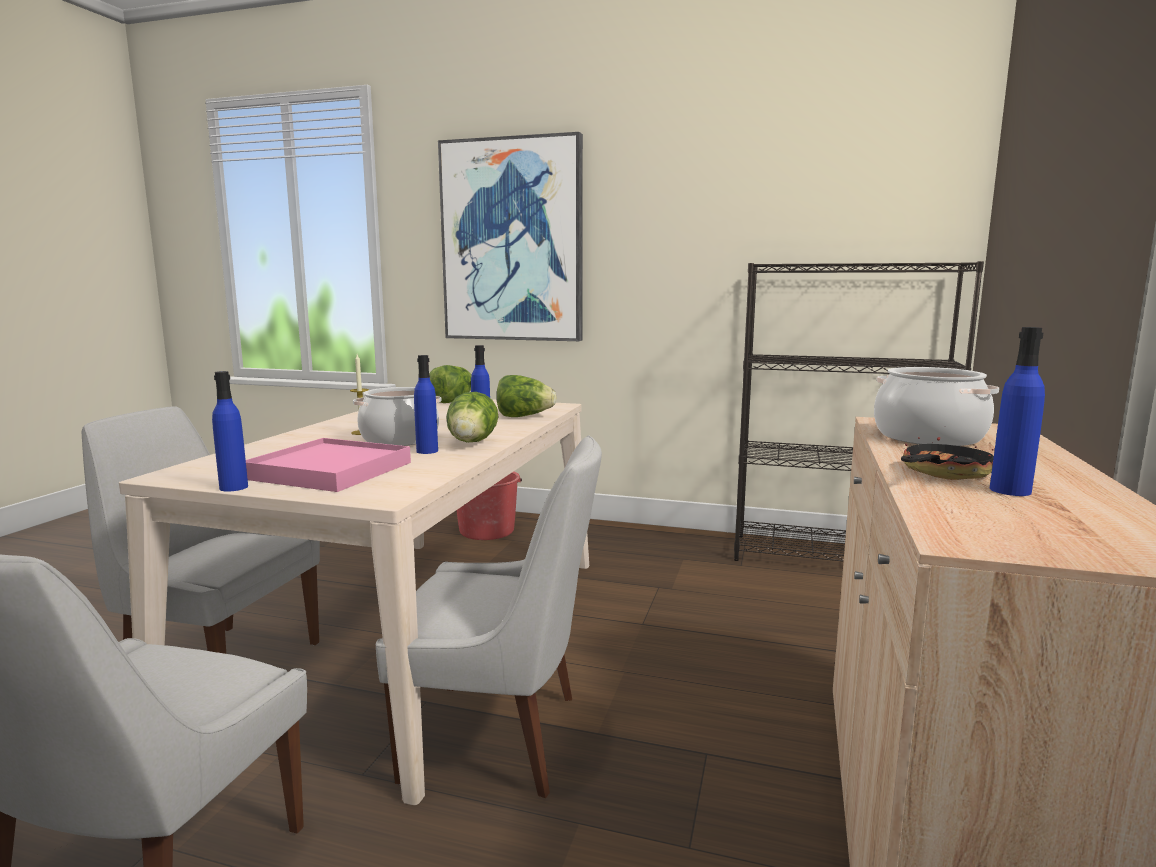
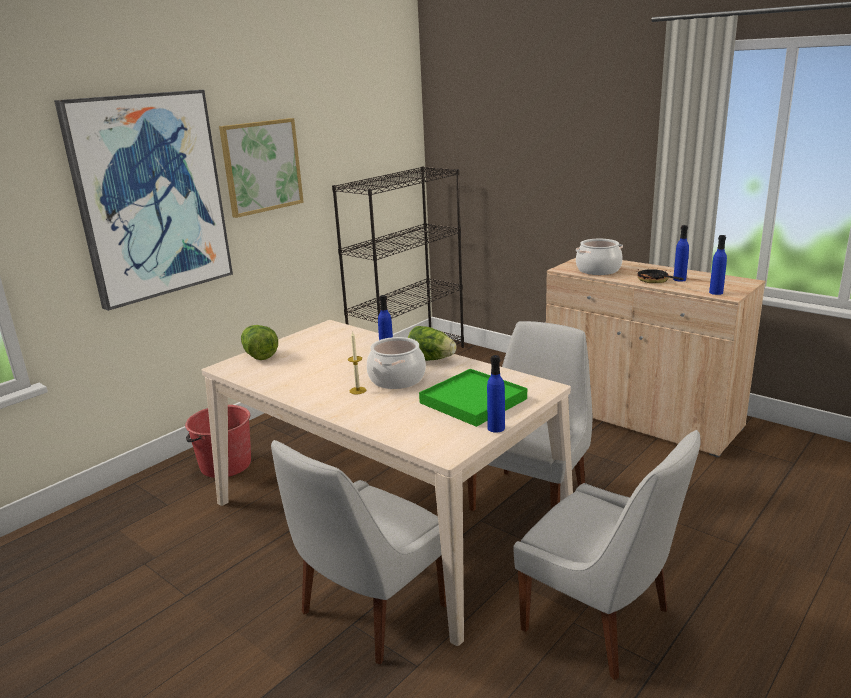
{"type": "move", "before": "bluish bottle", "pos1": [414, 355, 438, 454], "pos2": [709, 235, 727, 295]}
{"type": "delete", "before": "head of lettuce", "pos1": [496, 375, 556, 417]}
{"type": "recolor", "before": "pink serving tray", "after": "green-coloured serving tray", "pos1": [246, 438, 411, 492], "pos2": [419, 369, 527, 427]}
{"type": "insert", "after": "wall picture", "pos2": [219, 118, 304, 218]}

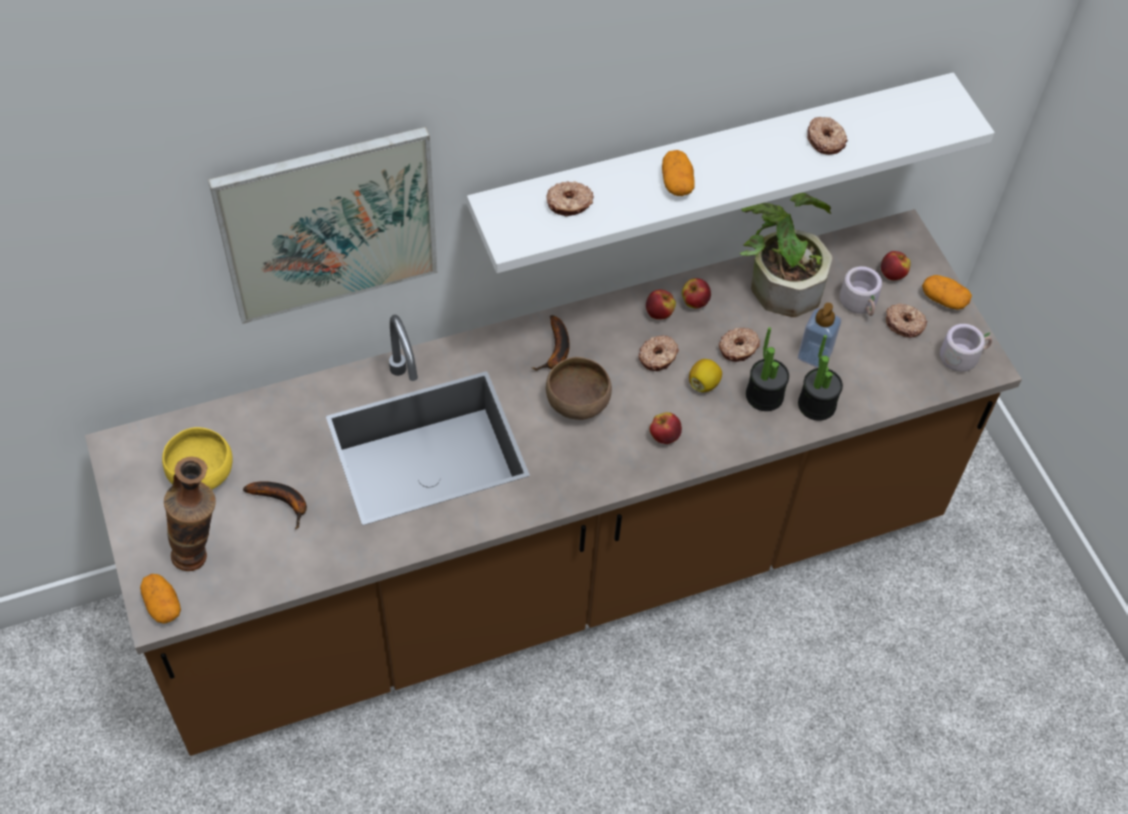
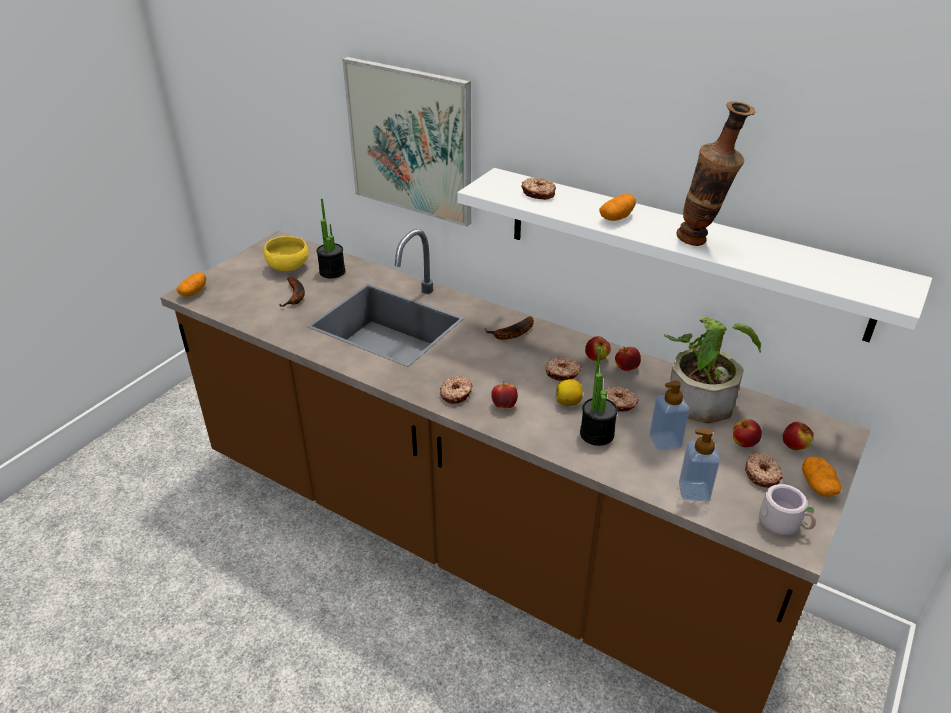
{"type": "move", "before": "donut", "pos1": [807, 117, 848, 155], "pos2": [440, 376, 473, 404]}
{"type": "replace", "before": "grey mug", "after": "whole apple", "pos1": [840, 266, 882, 316], "pos2": [733, 419, 762, 447]}
{"type": "move", "before": "potted plant", "pos1": [798, 335, 843, 421], "pos2": [316, 198, 345, 278]}
{"type": "delete", "before": "brownish deep dish", "pos1": [546, 357, 612, 420]}
{"type": "move", "before": "decorative vase", "pos1": [164, 457, 216, 571], "pos2": [676, 101, 756, 246]}
{"type": "insert", "after": "soap bottle", "pos2": [679, 428, 720, 501]}

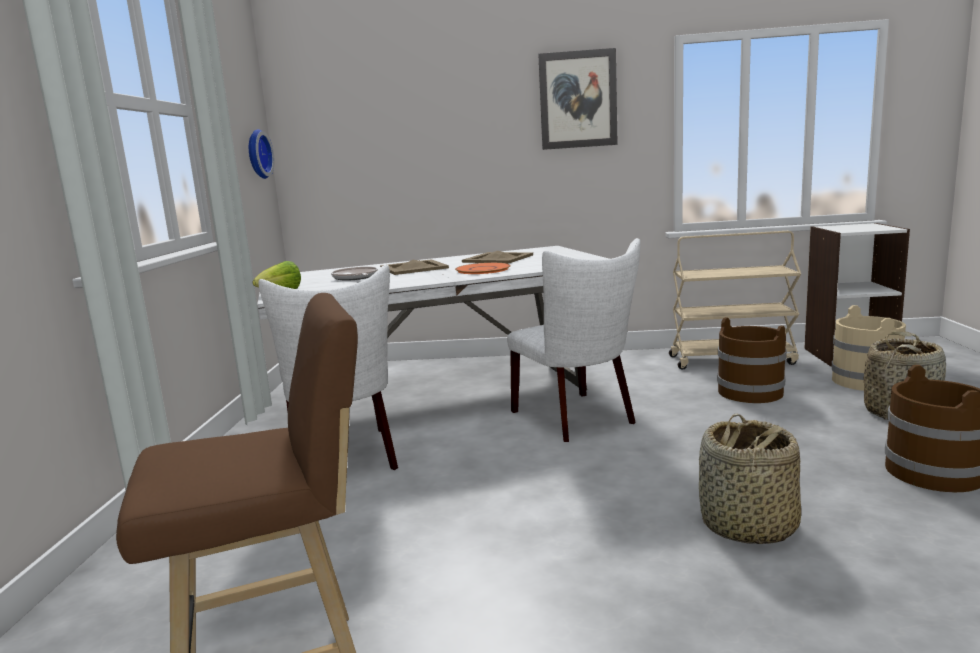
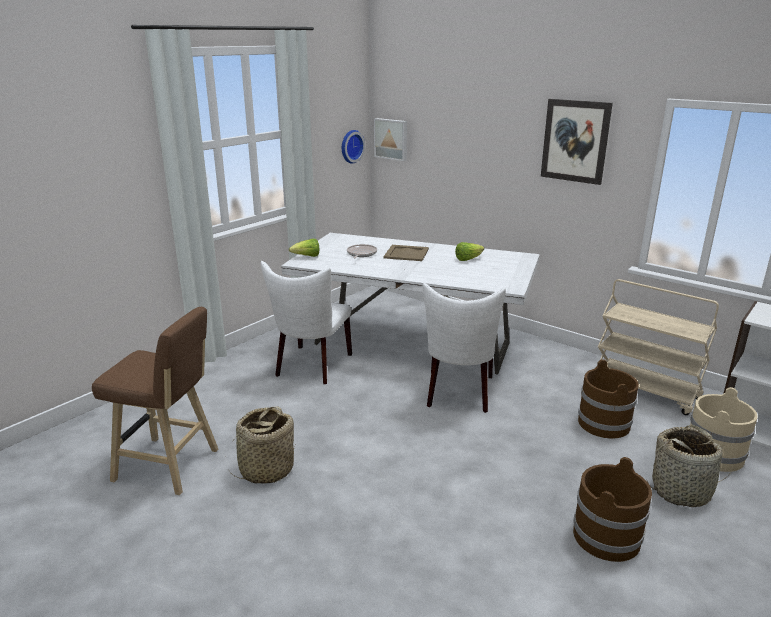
{"type": "replace", "before": "beige serving tray", "after": "head of lettuce", "pos1": [462, 251, 533, 263], "pos2": [455, 242, 484, 261]}
{"type": "delete", "before": "orangey plate", "pos1": [455, 263, 511, 274]}
{"type": "move", "before": "basket", "pos1": [699, 413, 801, 544], "pos2": [228, 406, 295, 484]}
{"type": "insert", "after": "wall picture", "pos2": [374, 118, 407, 161]}

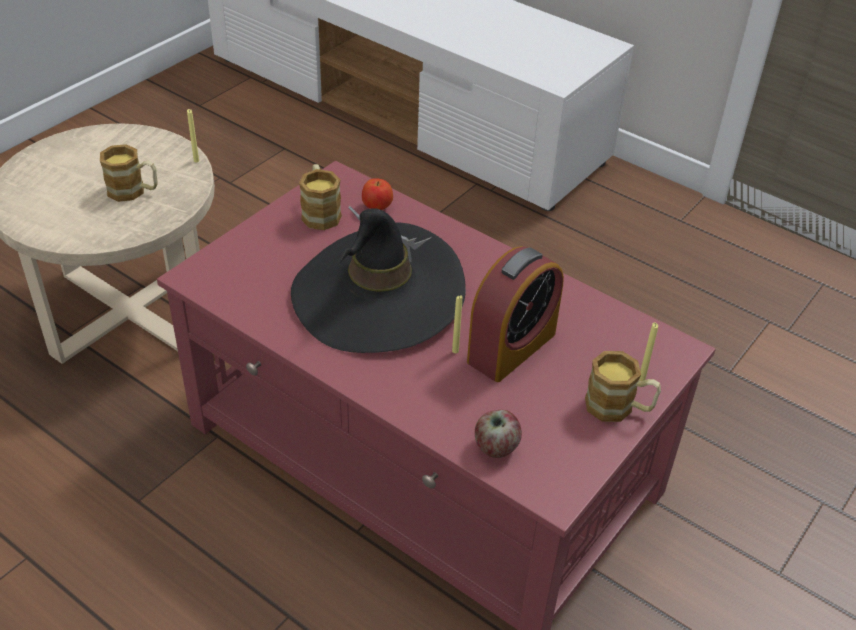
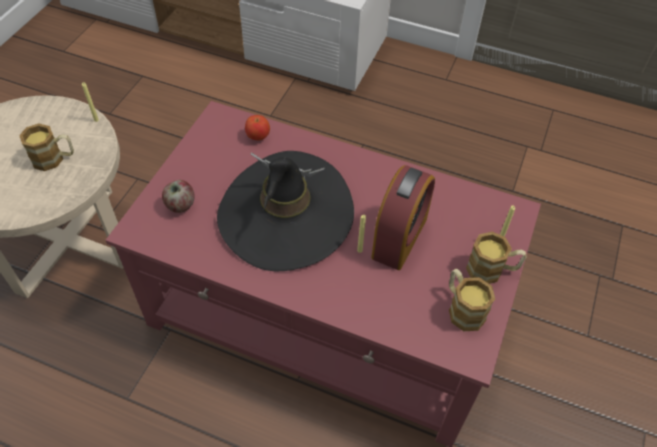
{"type": "move", "before": "mug", "pos1": [299, 164, 342, 230], "pos2": [449, 269, 495, 331]}
{"type": "move", "before": "whole apple", "pos1": [475, 410, 522, 458], "pos2": [162, 180, 195, 213]}

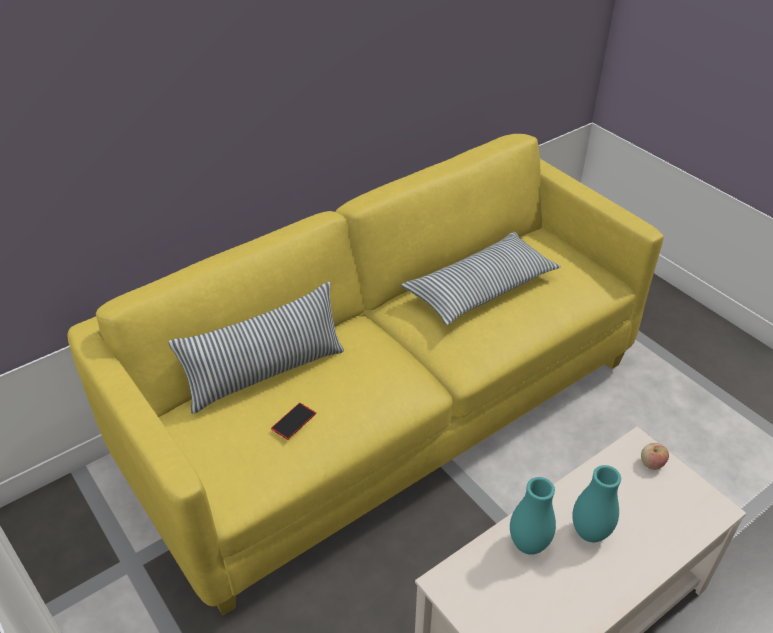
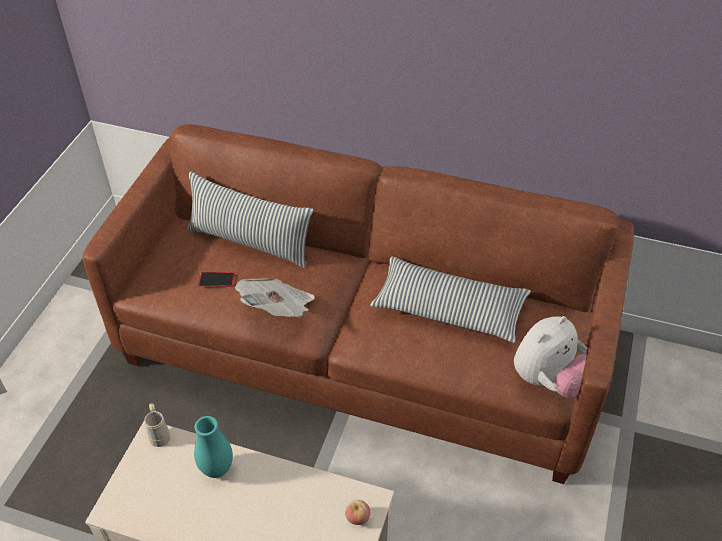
{"type": "recolor", "before": "yellow sofa", "after": "brownish sofa", "pos1": [67, 134, 664, 615], "pos2": [83, 124, 634, 484]}
{"type": "delete", "before": "blue-green decorative vase", "pos1": [572, 465, 621, 542]}
{"type": "insert", "after": "newspaper", "pos2": [235, 278, 315, 317]}
{"type": "insert", "after": "soft toy", "pos2": [514, 316, 588, 398]}
{"type": "insert", "after": "beige mug", "pos2": [144, 403, 170, 447]}

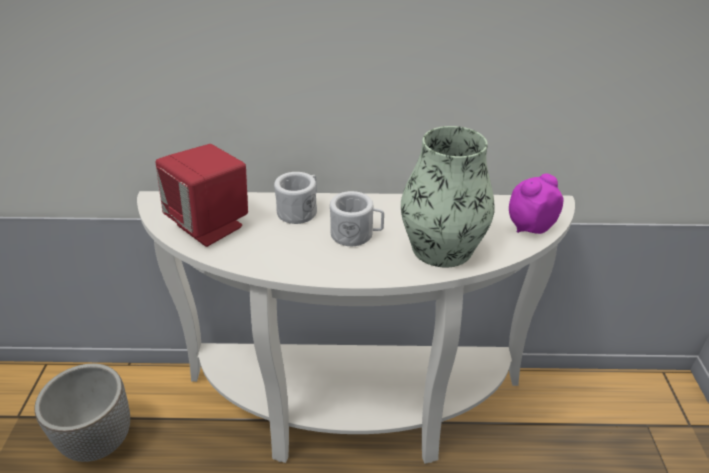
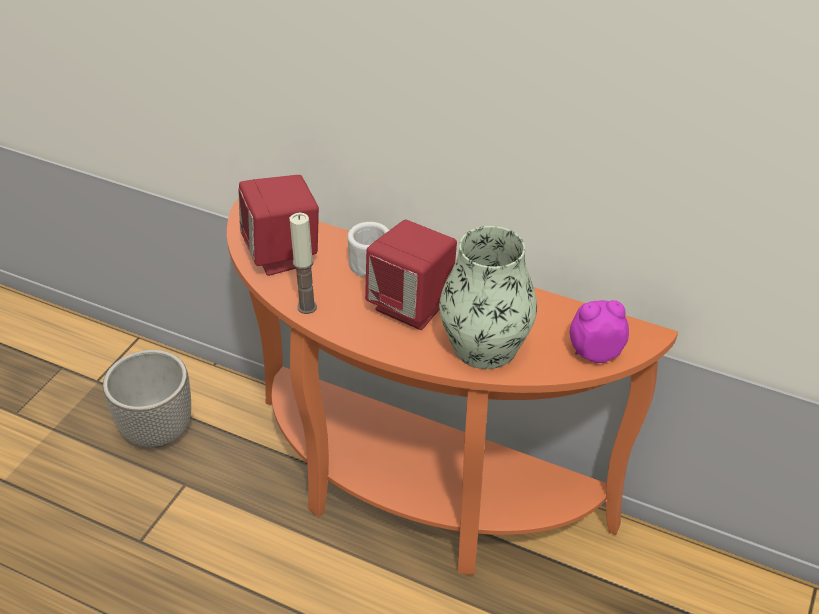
{"type": "recolor", "before": "white hall table", "after": "orangey hall table", "pos1": [137, 191, 575, 464], "pos2": [227, 198, 678, 575]}
{"type": "replace", "before": "white mug", "after": "red speaker", "pos1": [330, 191, 384, 246], "pos2": [365, 220, 457, 330]}
{"type": "insert", "after": "wax candle", "pos2": [290, 213, 317, 314]}

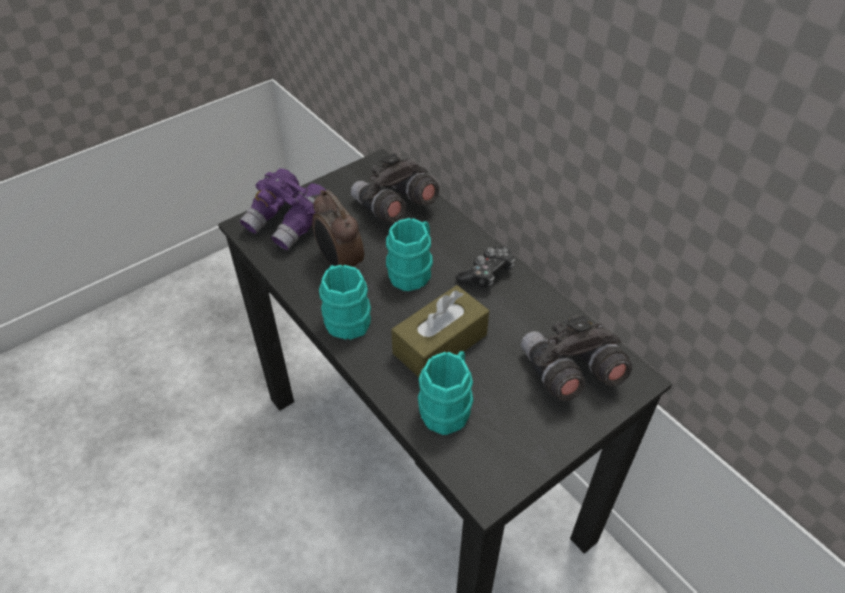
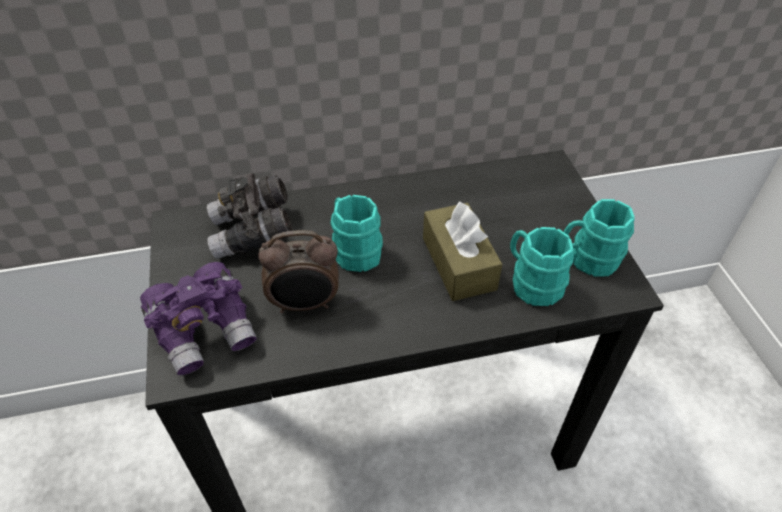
{"type": "delete", "before": "joypad", "pos1": [456, 246, 515, 288]}
{"type": "move", "before": "blue-green mug", "pos1": [319, 265, 371, 340], "pos2": [563, 199, 635, 277]}
{"type": "delete", "before": "grey field glasses", "pos1": [521, 315, 632, 401]}

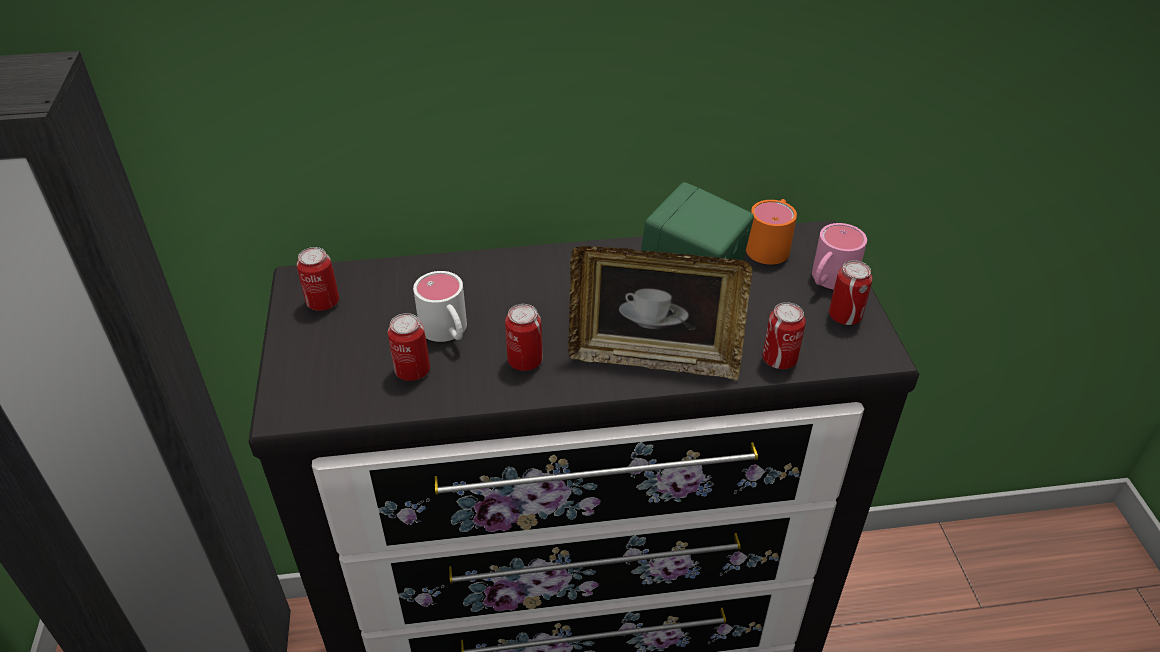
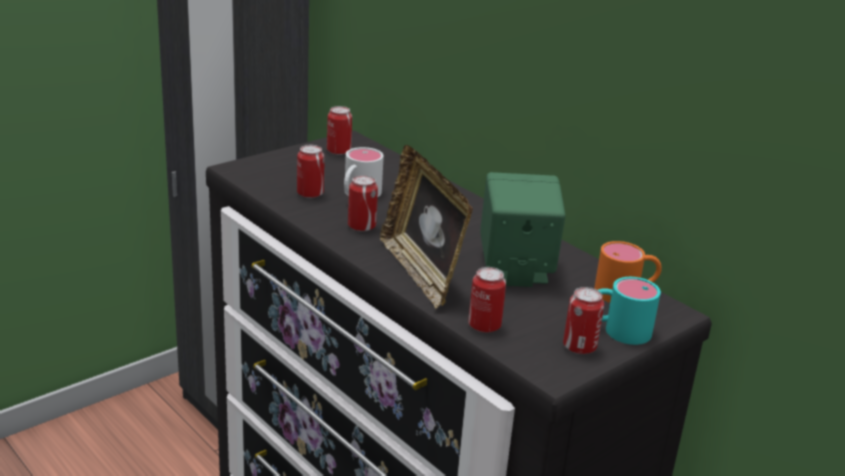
{"type": "recolor", "before": "pink mug", "after": "blue-green mug", "pos1": [812, 223, 867, 289], "pos2": [598, 277, 661, 345]}

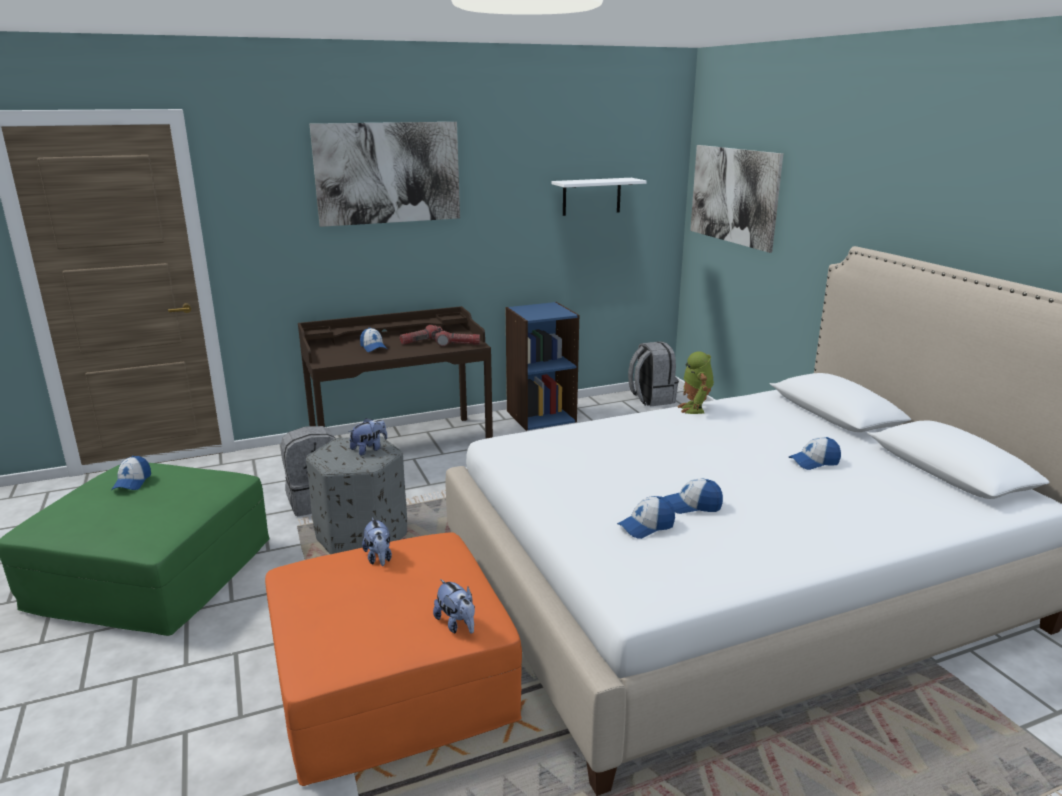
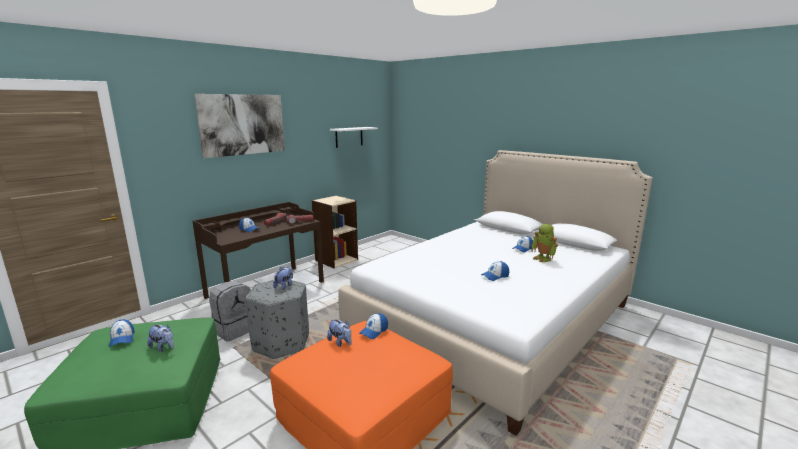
{"type": "delete", "before": "wall picture", "pos1": [690, 145, 783, 253]}
{"type": "recolor", "before": "bluish bookcase", "after": "beige bookcase", "pos1": [506, 302, 579, 431], "pos2": [311, 195, 358, 268]}
{"type": "delete", "before": "grey backpack", "pos1": [628, 341, 679, 406]}
{"type": "move", "before": "robot figure", "pos1": [678, 351, 714, 414], "pos2": [531, 224, 558, 262]}
{"type": "move", "before": "cap", "pos1": [617, 496, 675, 539], "pos2": [359, 313, 388, 339]}
{"type": "move", "before": "soft toy", "pos1": [433, 579, 475, 634], "pos2": [147, 324, 174, 352]}

